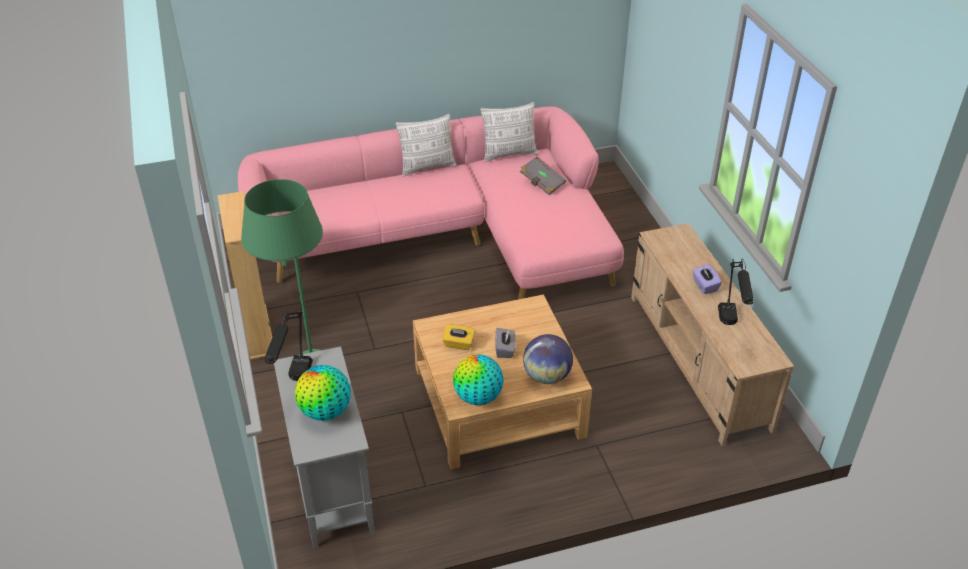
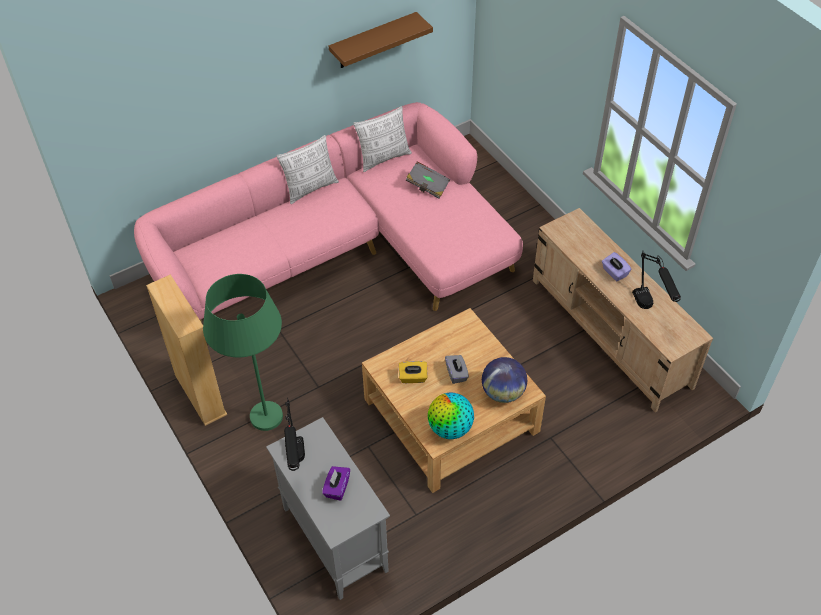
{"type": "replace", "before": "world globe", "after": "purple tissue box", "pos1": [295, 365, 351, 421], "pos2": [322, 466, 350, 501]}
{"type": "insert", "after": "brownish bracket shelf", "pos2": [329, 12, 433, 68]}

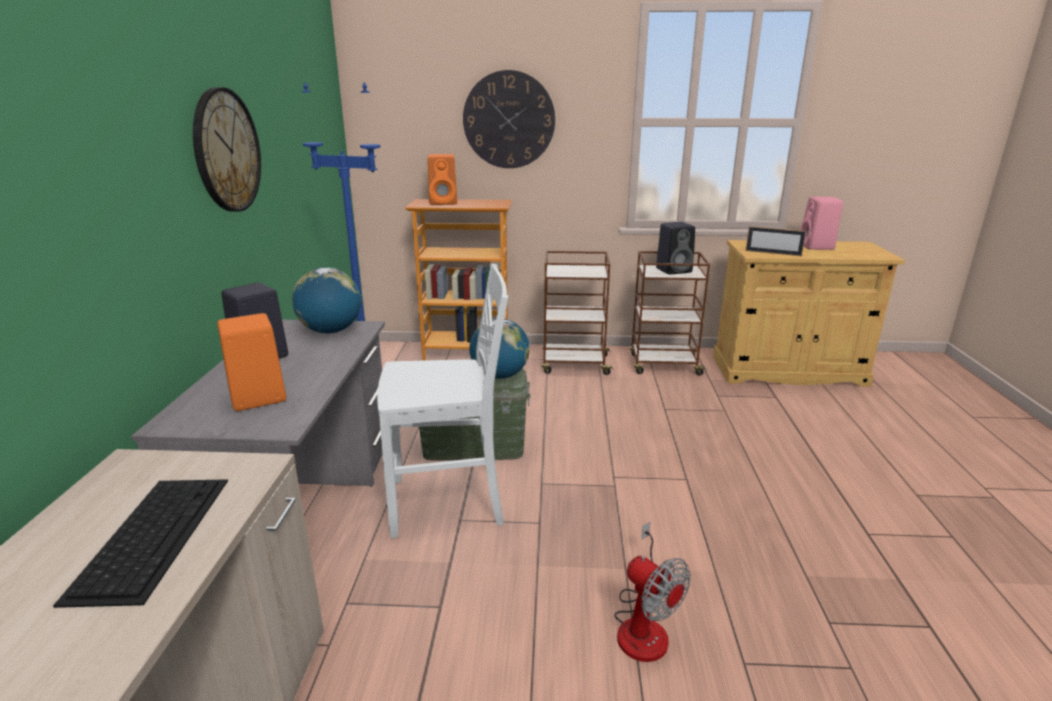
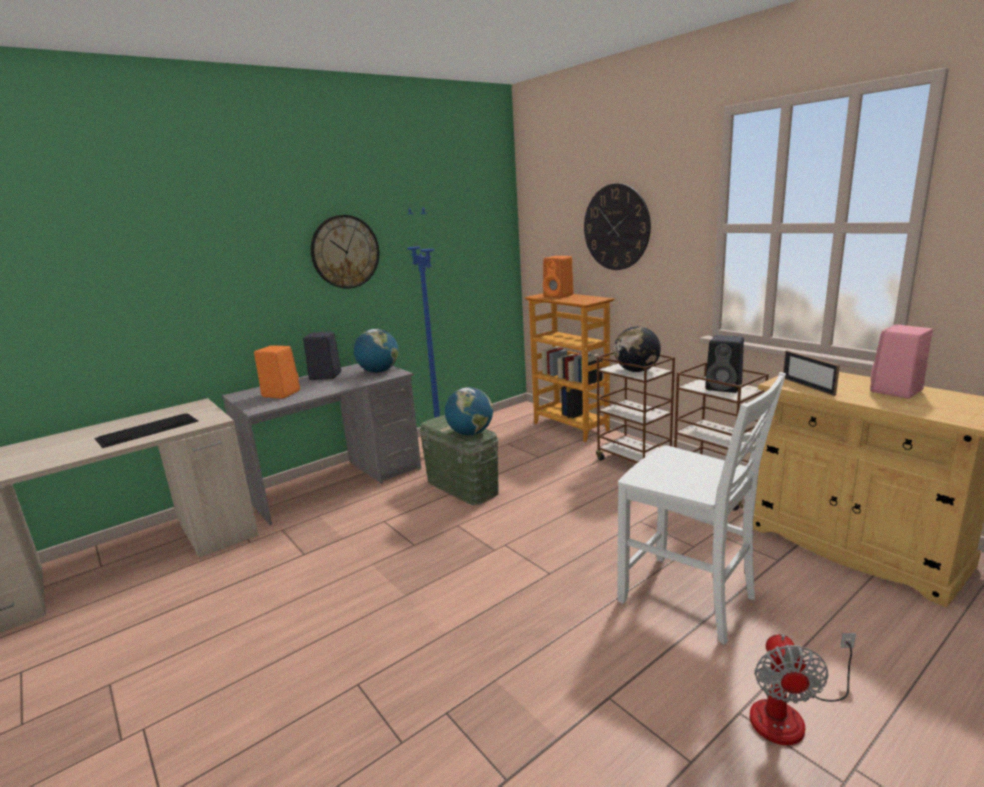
{"type": "move", "before": "white upright chair", "pos1": [377, 264, 508, 538], "pos2": [617, 372, 786, 644]}
{"type": "move", "before": "electric fan", "pos1": [614, 521, 691, 662], "pos2": [750, 633, 856, 745]}
{"type": "insert", "after": "world globe", "pos2": [614, 326, 661, 372]}

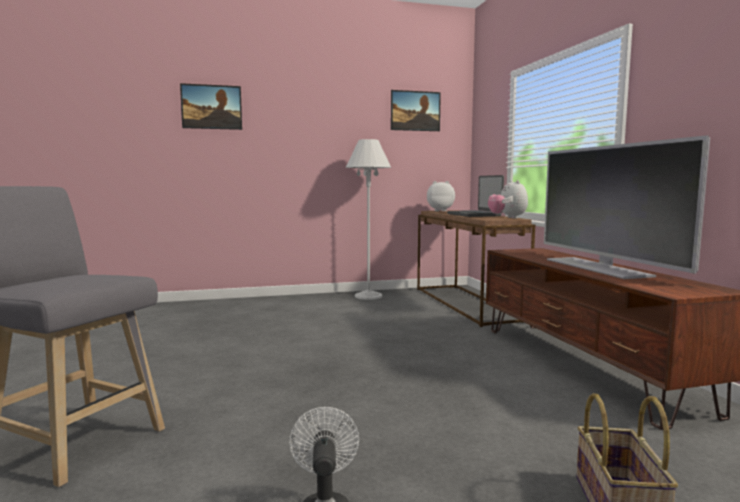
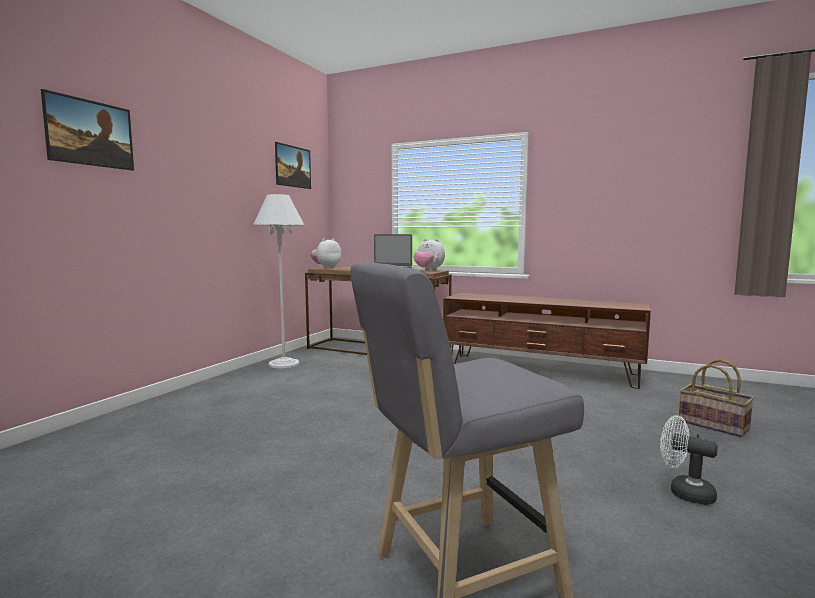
{"type": "delete", "before": "TV set", "pos1": [544, 135, 710, 279]}

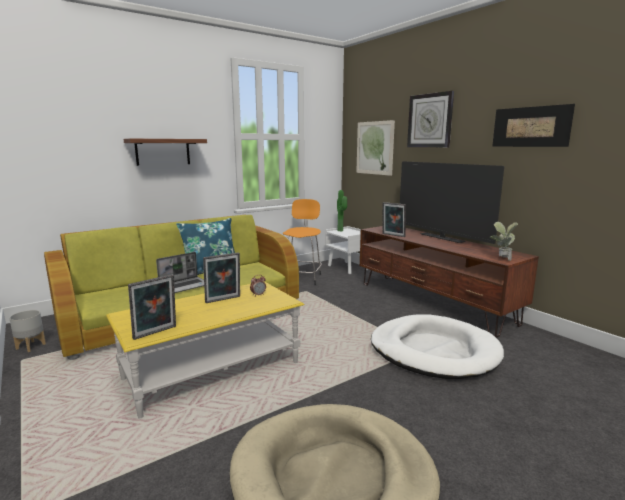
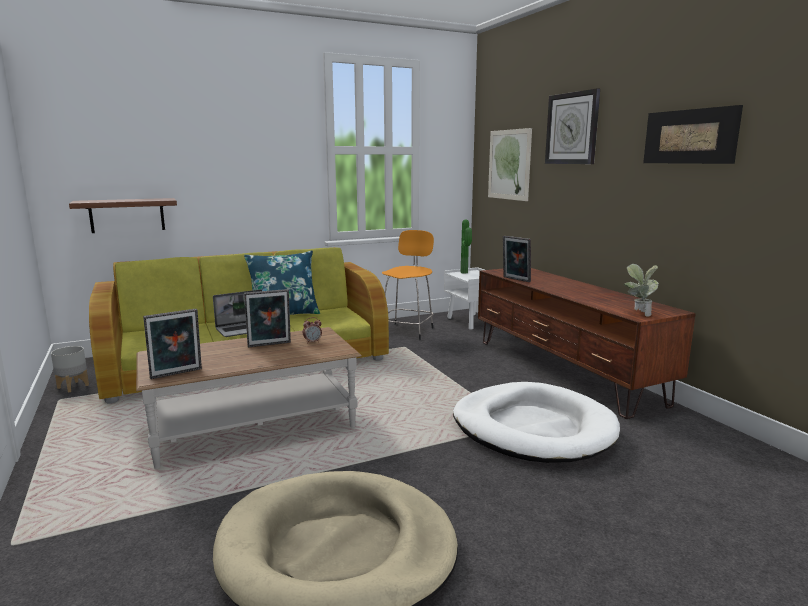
{"type": "move", "before": "bracket shelf", "pos1": [123, 138, 207, 166], "pos2": [69, 198, 177, 233]}
{"type": "delete", "before": "TV set", "pos1": [400, 161, 504, 244]}
{"type": "recolor", "before": "yellow low table", "after": "brownish low table", "pos1": [106, 281, 305, 419], "pos2": [136, 327, 362, 469]}

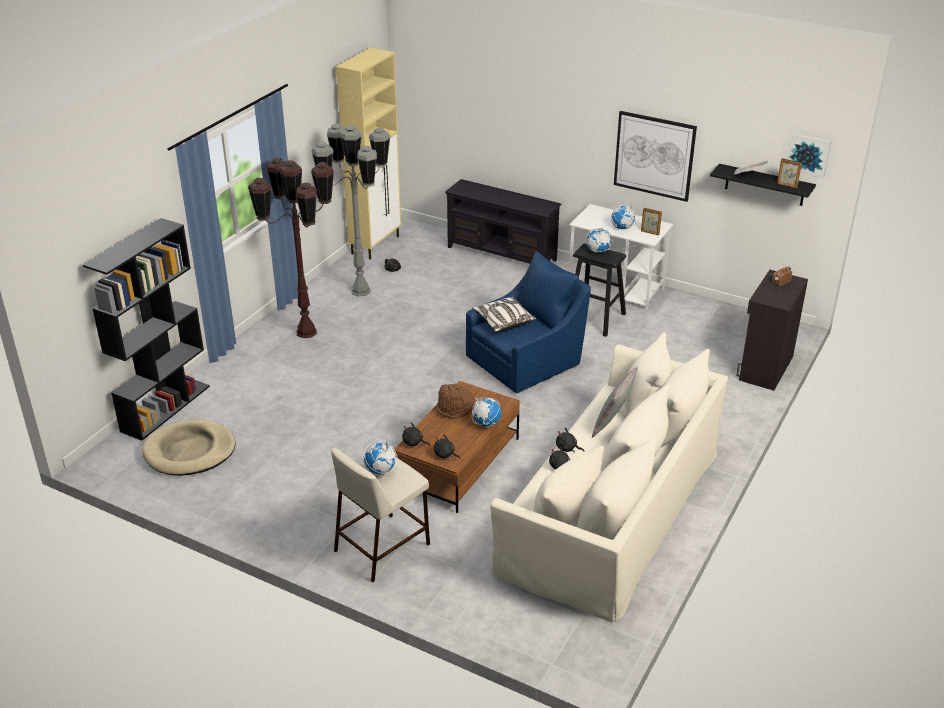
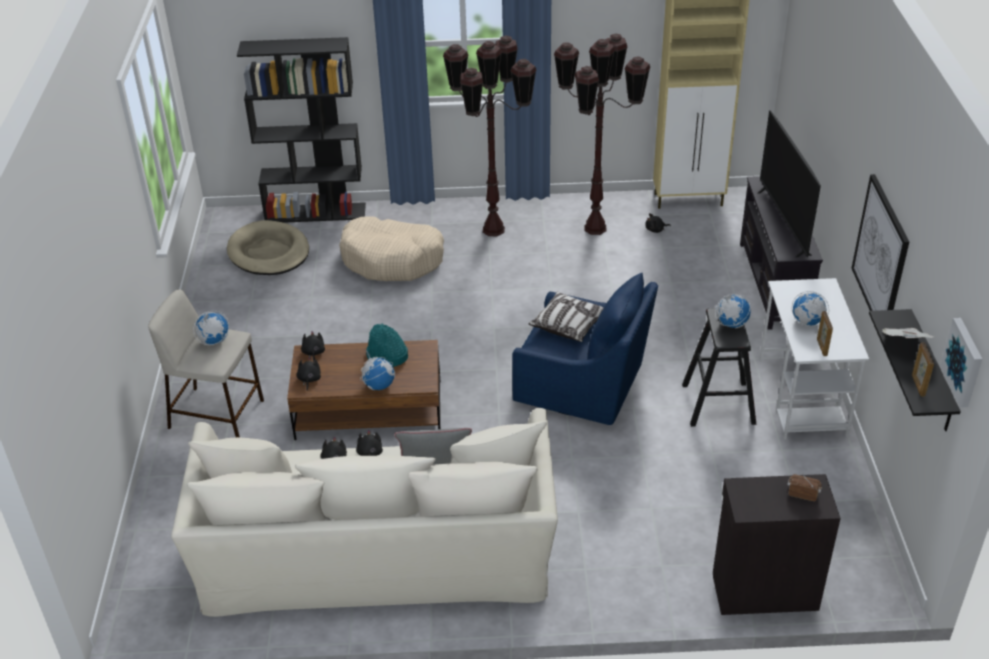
{"type": "recolor", "before": "grey floor lamp", "after": "brownish floor lamp", "pos1": [312, 124, 390, 297], "pos2": [554, 33, 650, 235]}
{"type": "recolor", "before": "brownish hat", "after": "blue-green hat", "pos1": [436, 384, 475, 418], "pos2": [366, 324, 408, 367]}
{"type": "insert", "after": "TV set", "pos2": [758, 110, 821, 257]}
{"type": "insert", "after": "beige pet bed", "pos2": [339, 217, 444, 281]}

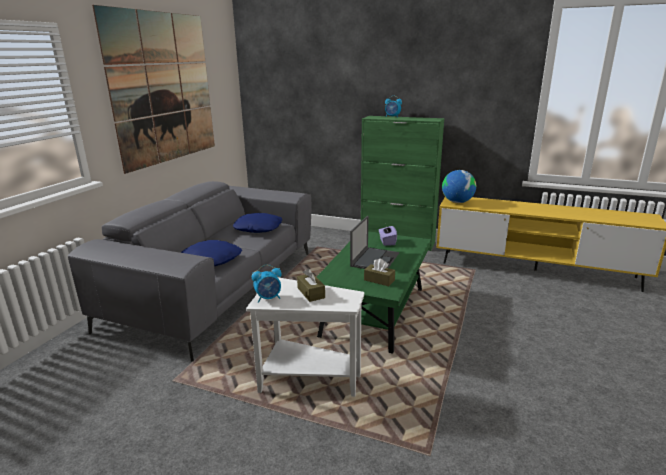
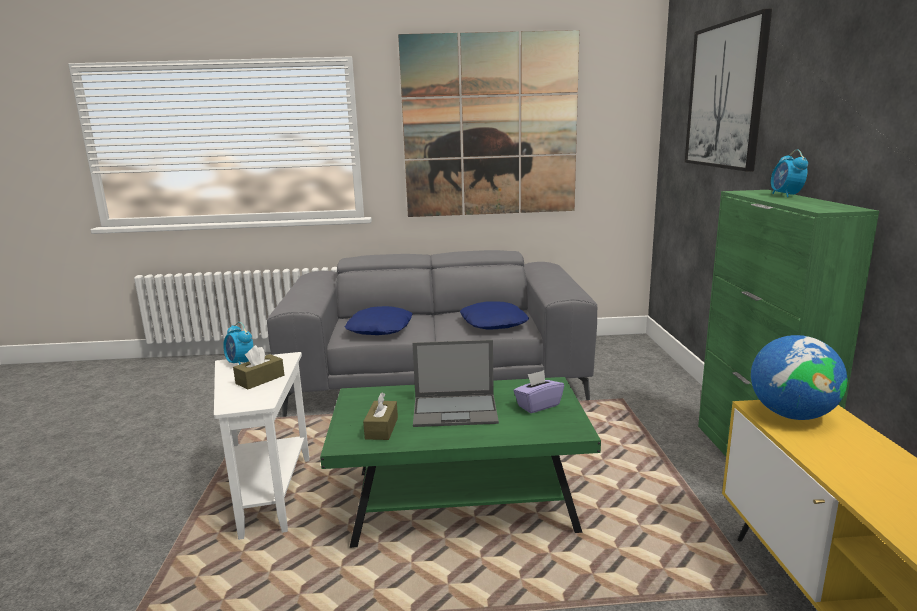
{"type": "insert", "after": "wall picture", "pos2": [685, 9, 772, 172]}

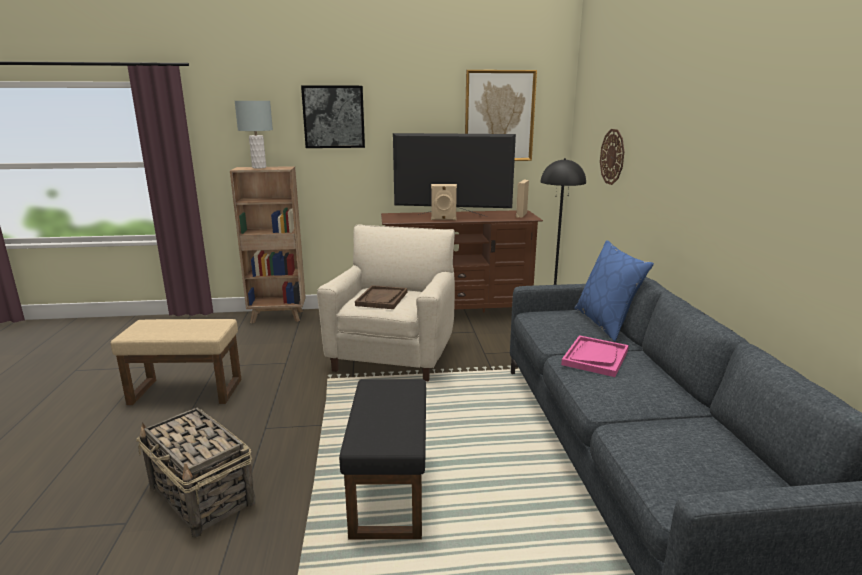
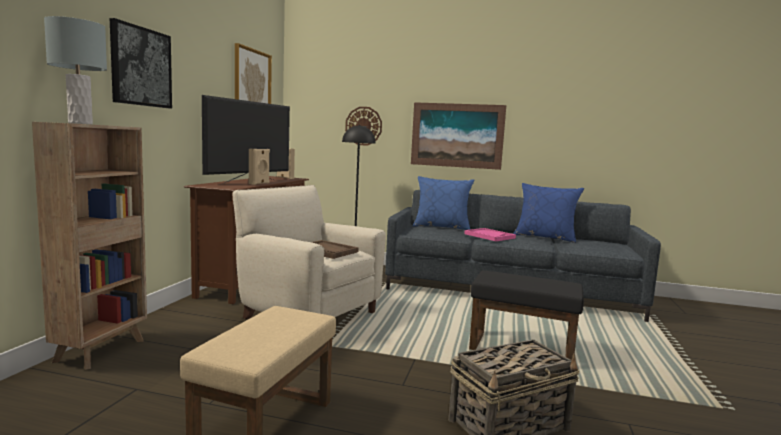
{"type": "insert", "after": "wall picture", "pos2": [411, 102, 506, 170]}
{"type": "insert", "after": "bluish throw pillow", "pos2": [513, 183, 584, 243]}

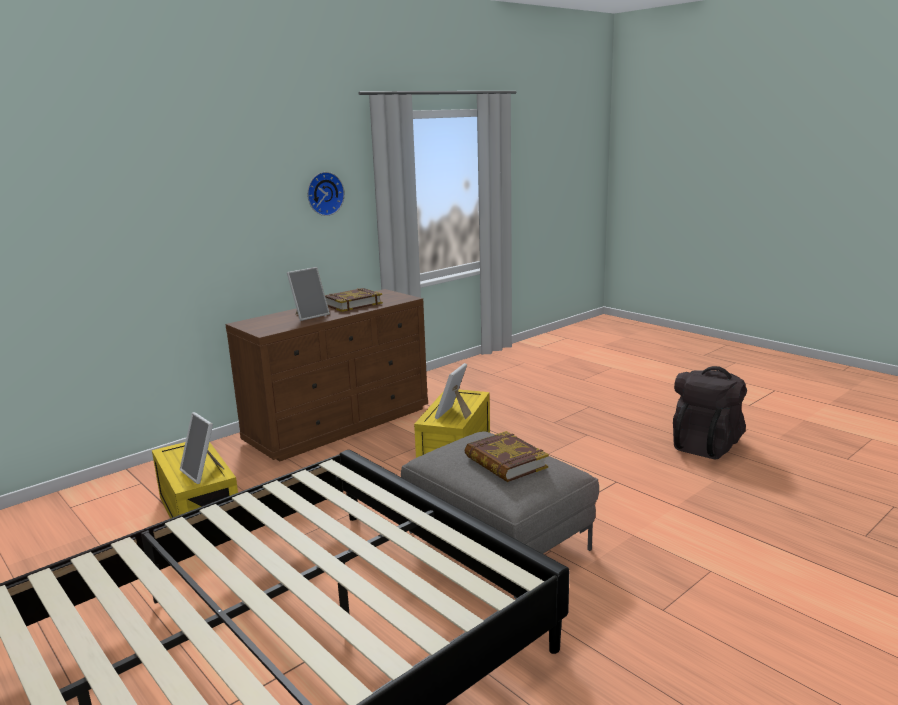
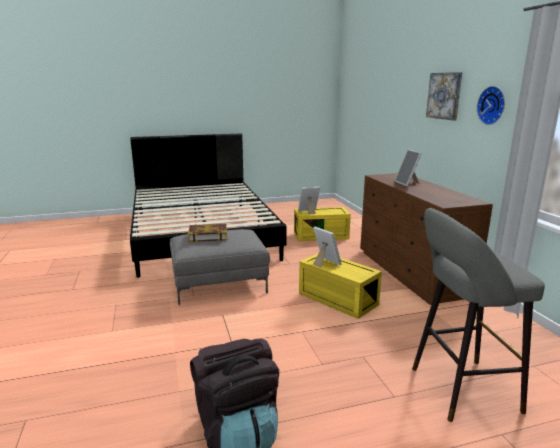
{"type": "delete", "before": "volume", "pos1": [325, 288, 383, 312]}
{"type": "insert", "after": "wall picture", "pos2": [426, 72, 462, 120]}
{"type": "insert", "after": "grey sitting stool", "pos2": [412, 208, 545, 422]}

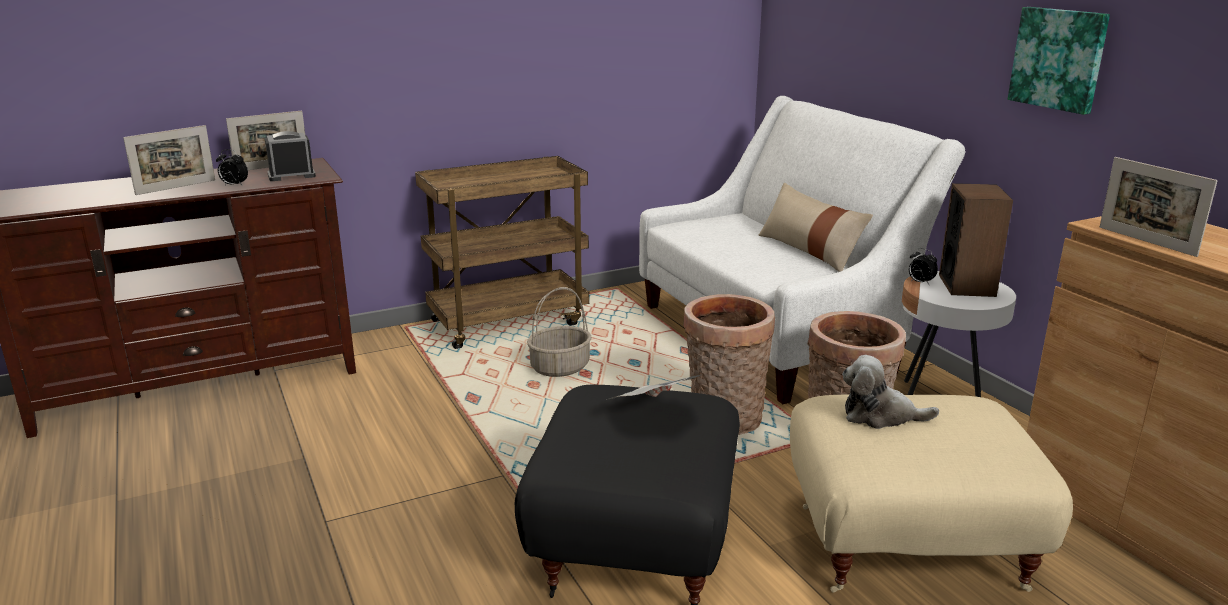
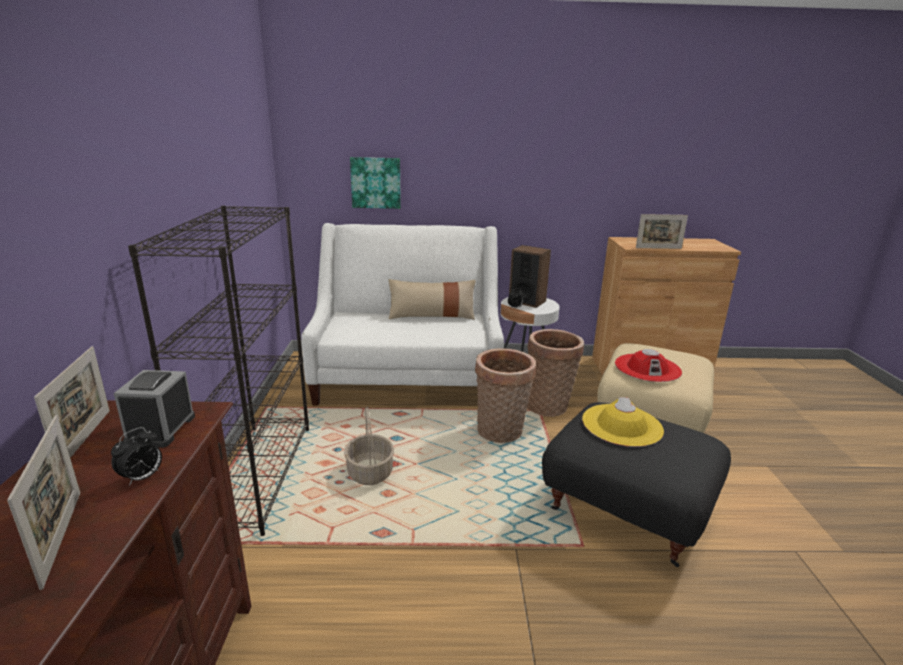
{"type": "move", "before": "wall picture", "pos1": [1008, 7, 1110, 115], "pos2": [350, 157, 401, 209]}
{"type": "replace", "before": "brownish trolley", "after": "black-coloured bookcase", "pos1": [415, 156, 589, 349], "pos2": [128, 206, 309, 536]}
{"type": "replace", "before": "soft toy", "after": "red hat", "pos1": [842, 355, 939, 429], "pos2": [615, 349, 682, 382]}
{"type": "replace", "before": "newspaper", "after": "yellow hat", "pos1": [607, 375, 700, 400], "pos2": [582, 397, 664, 447]}

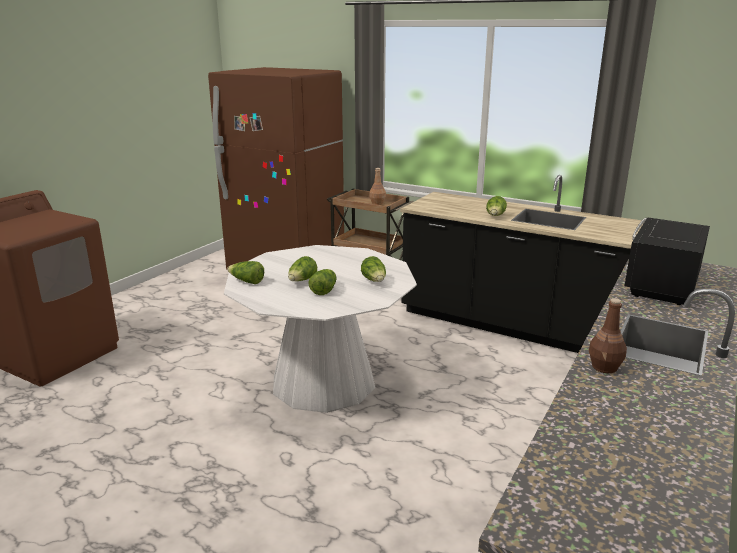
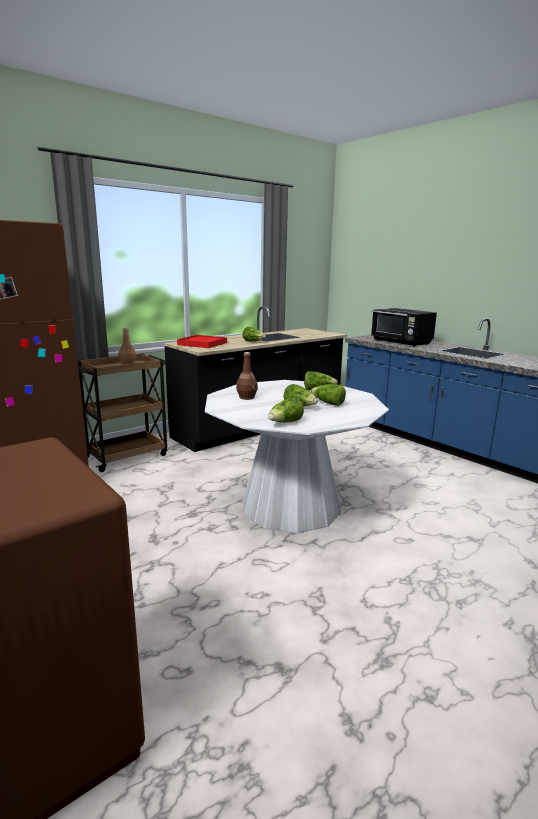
{"type": "move", "before": "brownish bottle", "pos1": [589, 298, 627, 373], "pos2": [236, 352, 258, 400]}
{"type": "insert", "after": "red serving tray", "pos2": [177, 335, 227, 348]}

